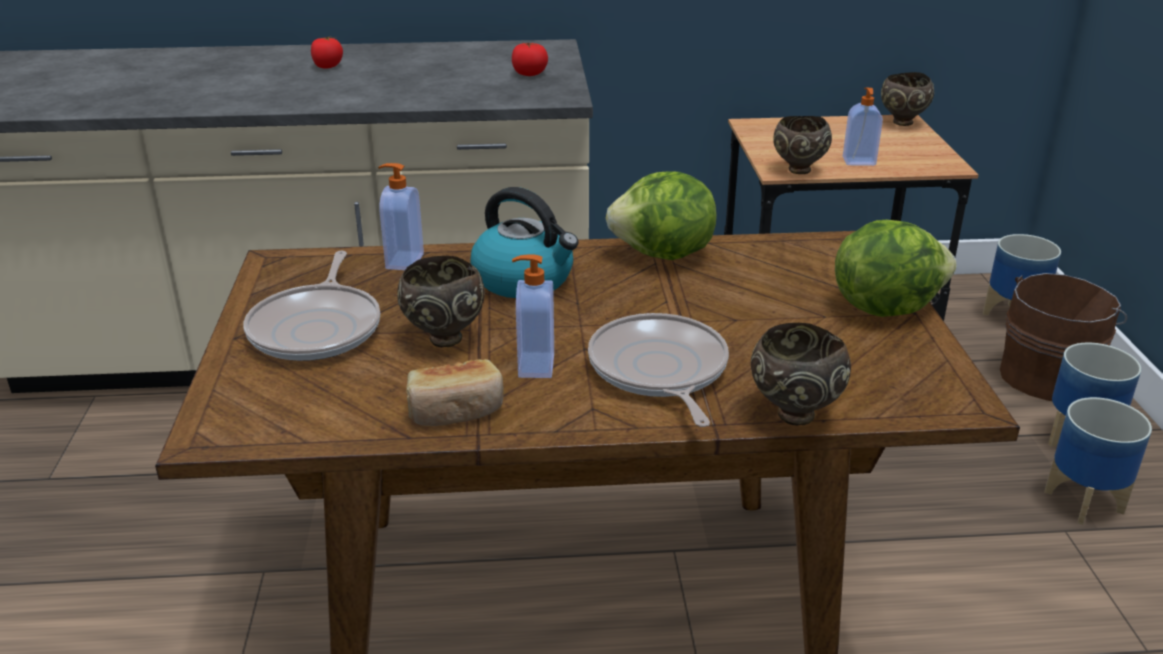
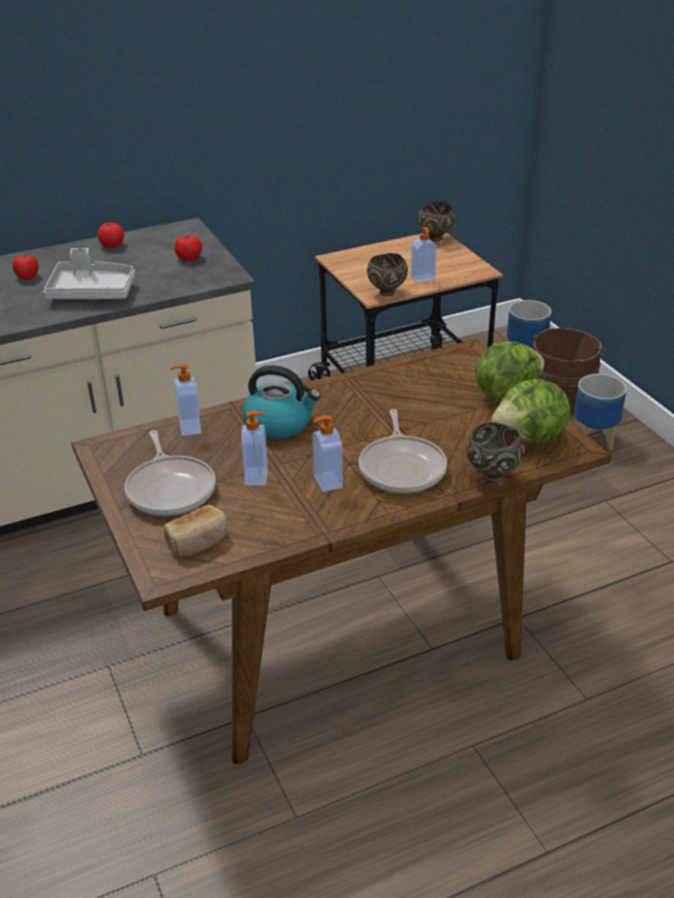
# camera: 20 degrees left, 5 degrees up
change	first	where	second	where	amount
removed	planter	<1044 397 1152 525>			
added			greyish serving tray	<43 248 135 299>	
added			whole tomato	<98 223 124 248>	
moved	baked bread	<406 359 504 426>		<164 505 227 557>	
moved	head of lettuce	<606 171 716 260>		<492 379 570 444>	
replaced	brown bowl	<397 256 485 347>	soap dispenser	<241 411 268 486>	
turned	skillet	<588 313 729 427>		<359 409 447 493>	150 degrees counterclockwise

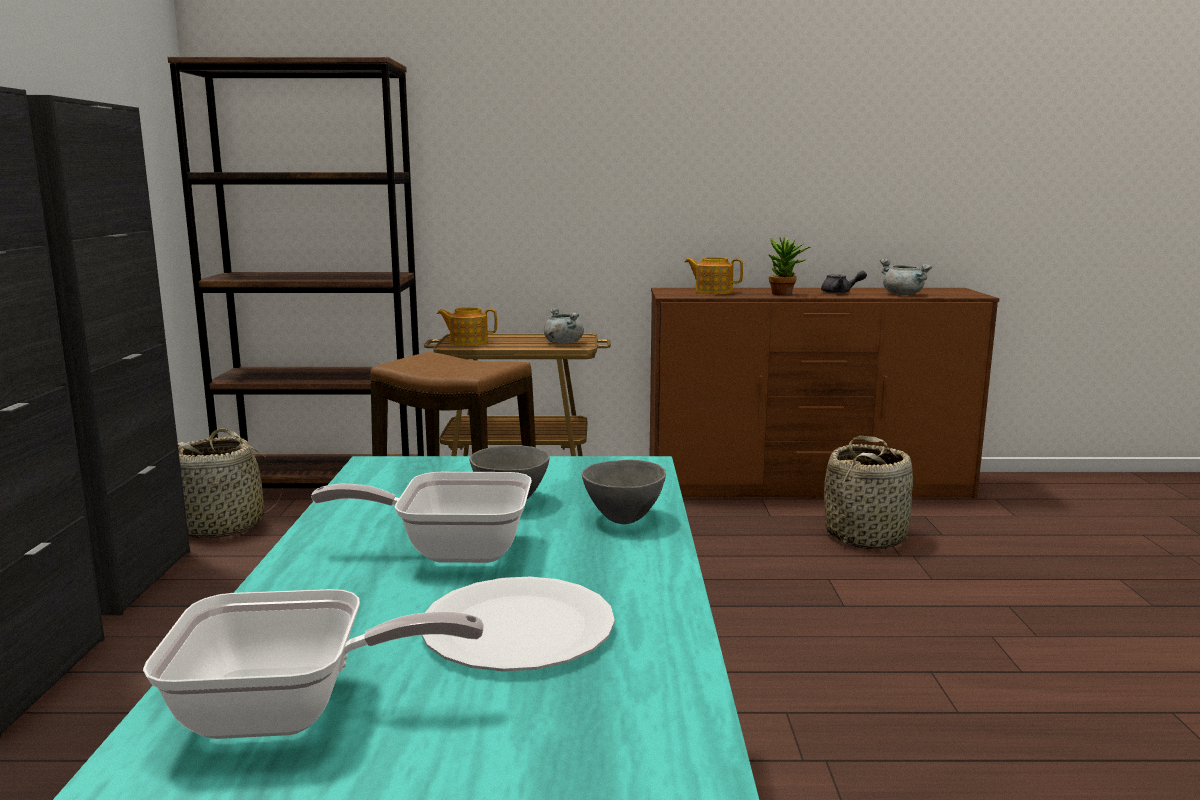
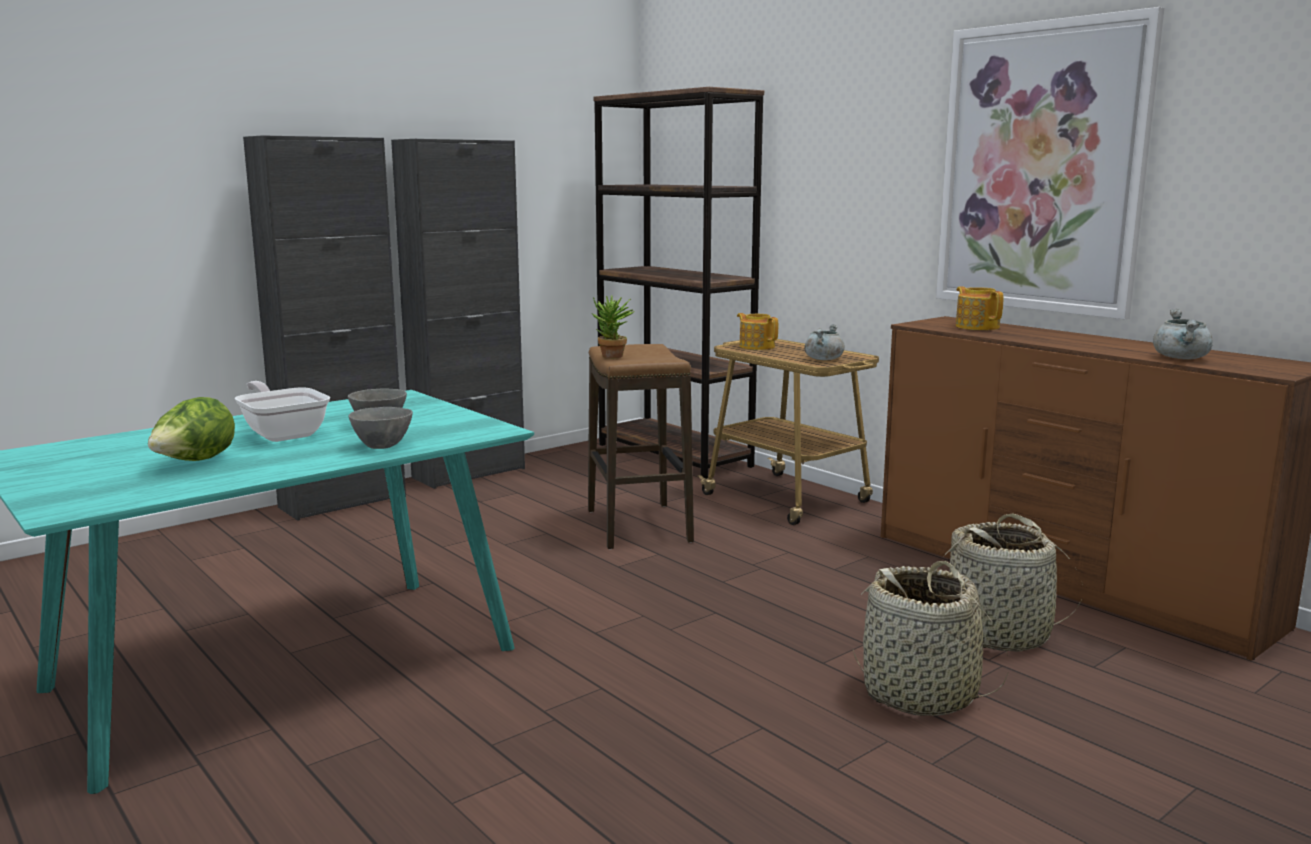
# camera: 50 degrees right, 0 degrees up
change	first	where	second	where	amount
removed	skillet	<143 589 484 739>			
removed	greyish tea pot	<821 270 867 294>			
added			wall picture	<936 7 1164 319>	
moved	storage basket	<178 428 282 538>		<853 561 1008 716>	
moved	potted plant	<768 237 810 295>		<592 295 635 358>	
replaced	white-coloured flat dish	<421 577 615 672>	head of lettuce	<148 397 235 461>	

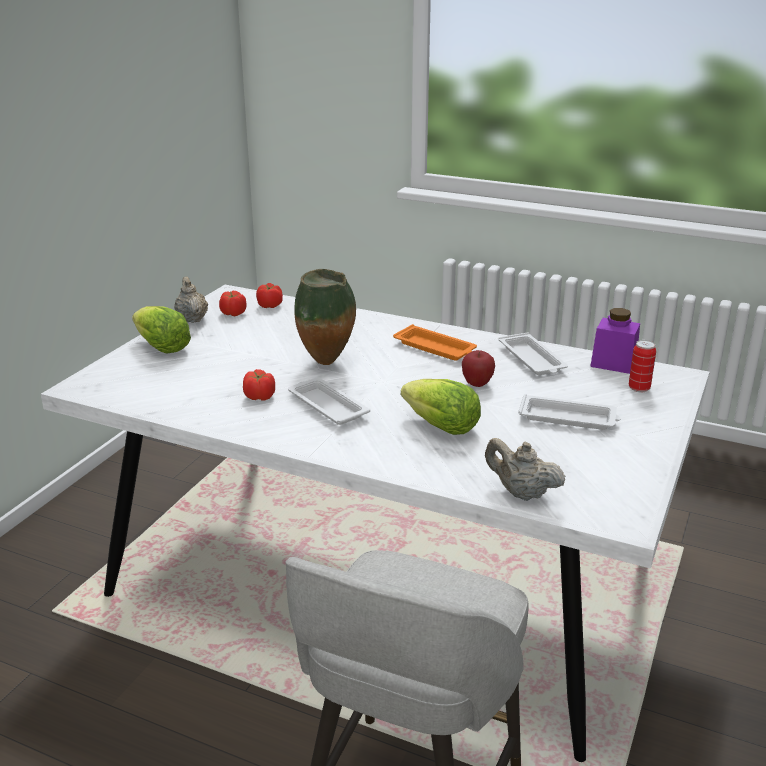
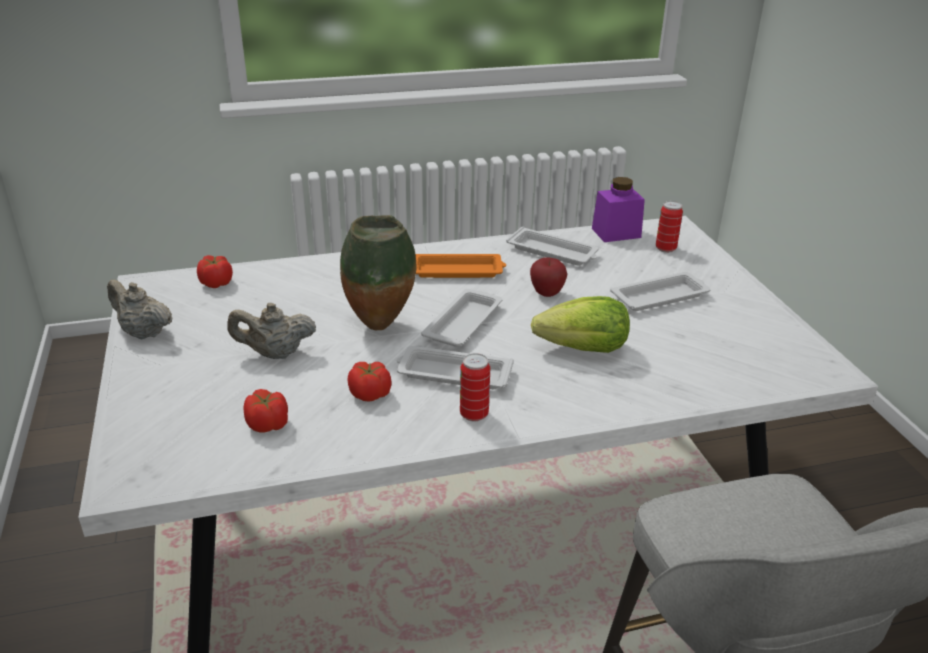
# camera: 40 degrees left, 5 degrees up
change	first	where	second	where	amount
removed	head of lettuce	<132 306 191 354>			
added			white-coloured serving tray	<421 289 502 347>	
added			sealed can	<460 353 490 422>	
moved	whole tomato	<219 291 246 316>		<243 389 288 432>	
moved	beige-coloured tea pot	<485 438 565 501>		<227 303 316 359>	

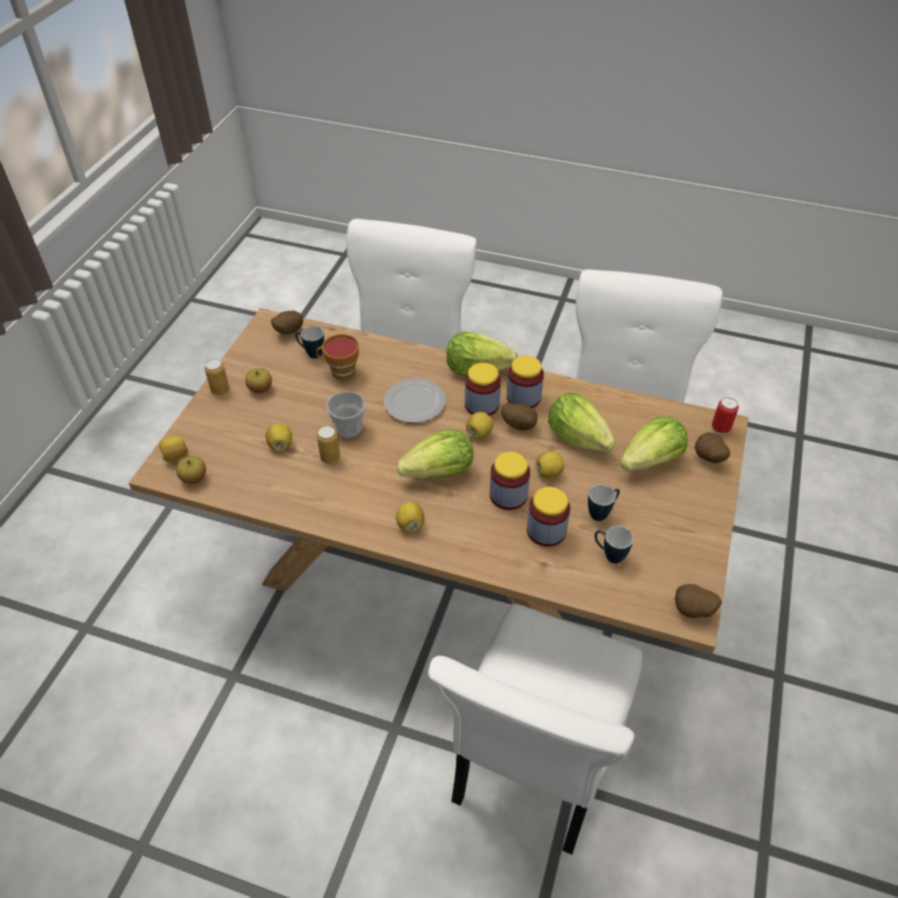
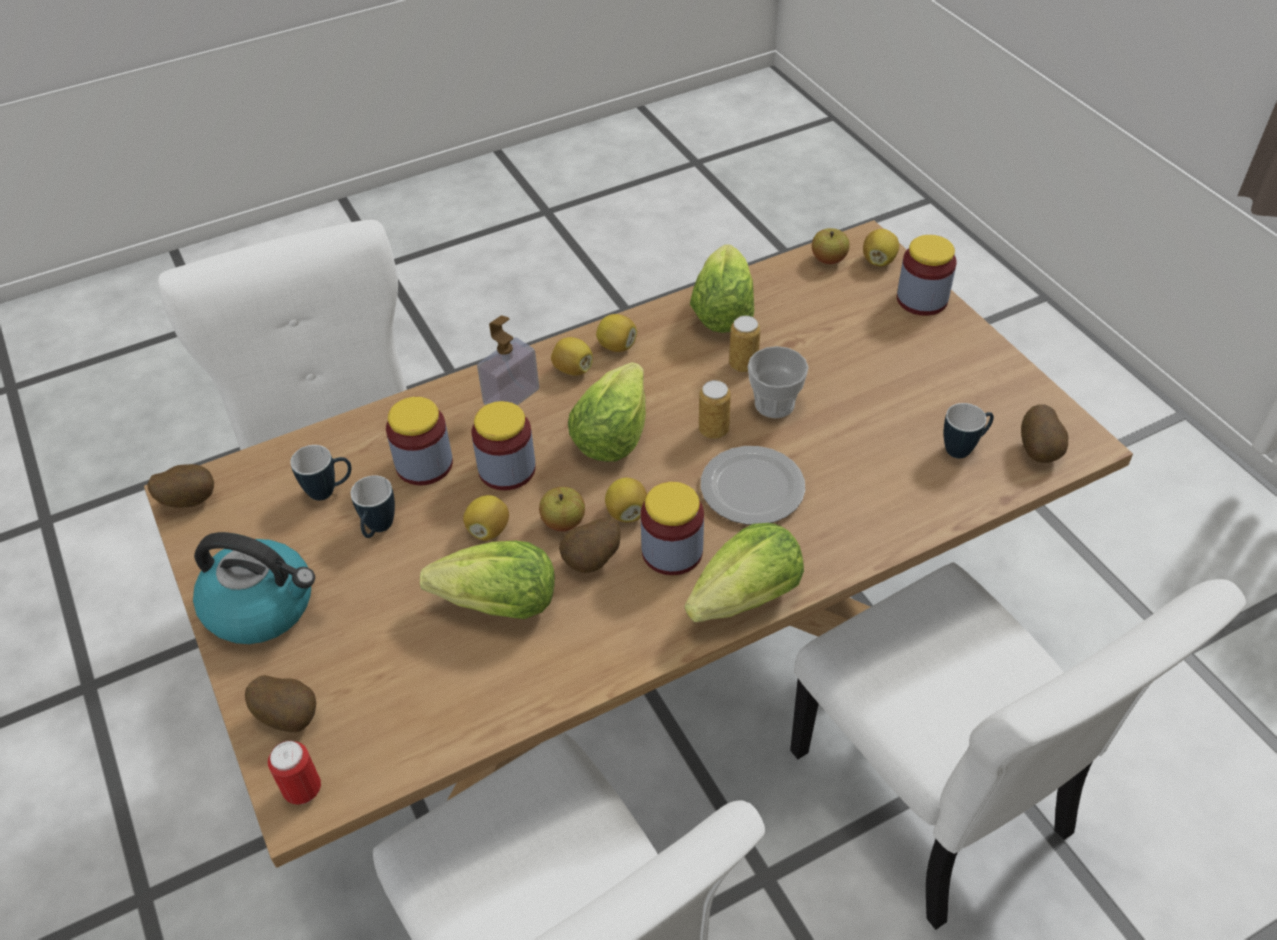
# camera: 135 degrees right, 0 degrees up
change	first	where	second	where	amount
removed	drinking cup	<316 334 359 380>			
added			kettle	<193 532 315 644>	
added			soap dispenser	<477 316 539 405>	
moved	sealed can	<205 359 229 395>		<699 380 731 439>	
moved	apple fruit	<245 368 272 393>		<539 487 585 531>	
moved	whole lemon	<266 423 292 451>		<596 314 637 352>	
moved	storage jar	<507 355 544 408>		<897 235 957 316>	
moved	head of lettuce	<620 417 688 471>		<690 244 754 333>	

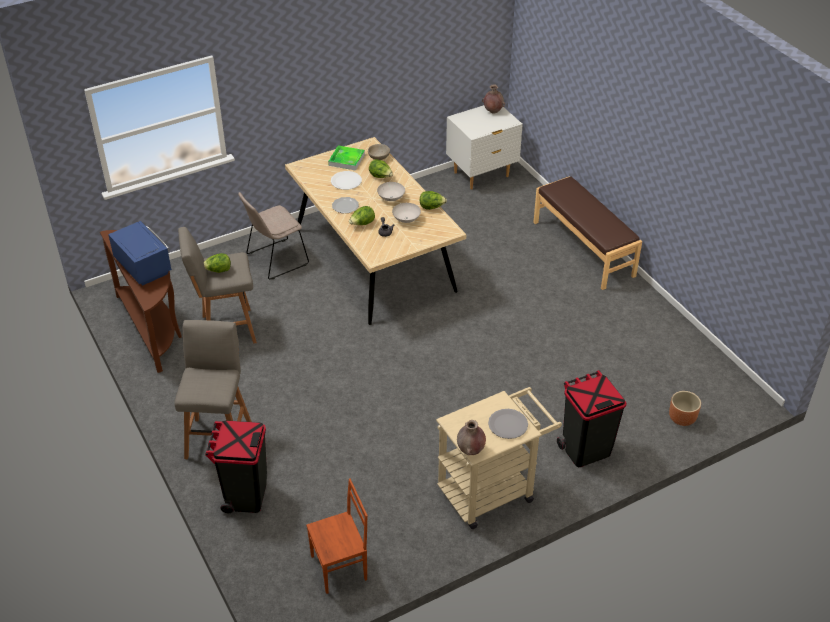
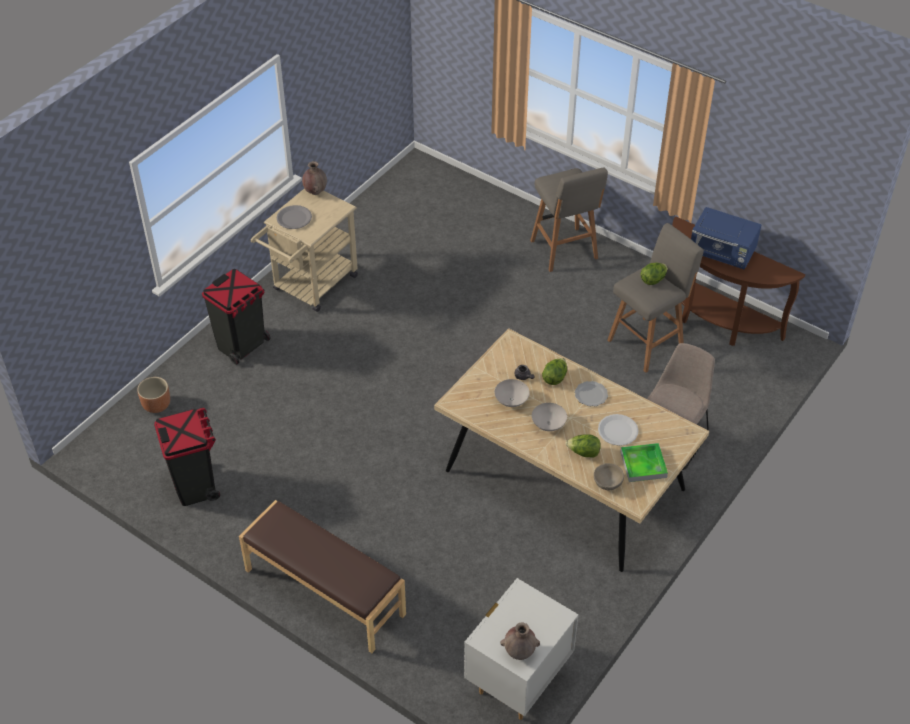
# camera: 155 degrees right, 5 degrees up
change	first	where	second	where	amount
removed	brown plain chair	<306 479 368 594>			
removed	head of lettuce	<420 191 447 210>			
moved	blackish waste bin	<205 420 267 513>		<154 408 220 506>	

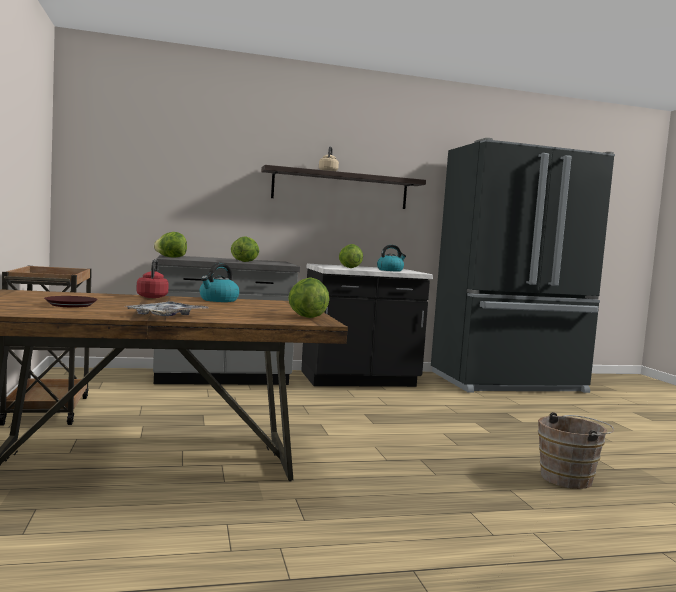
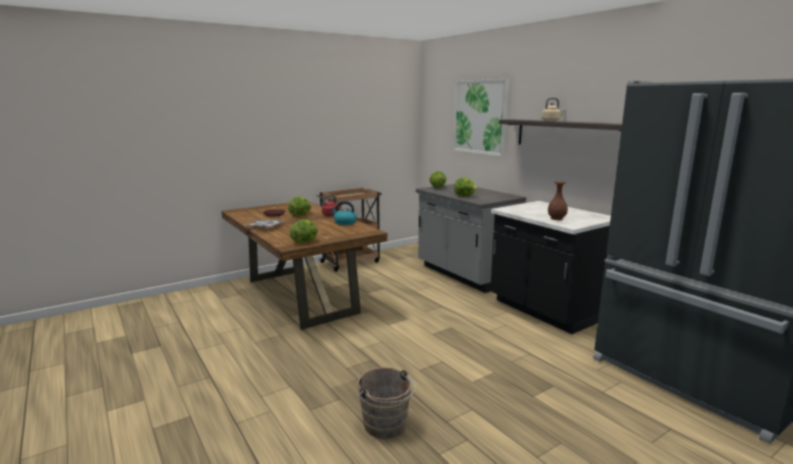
# camera: 70 degrees right, 10 degrees up
change	first	where	second	where	amount
added			wall picture	<453 79 509 157>	
moved	head of lettuce	<339 244 363 268>		<288 197 311 216>	
replaced	kettle	<377 245 406 272>	brown flower vase	<548 181 568 220>	

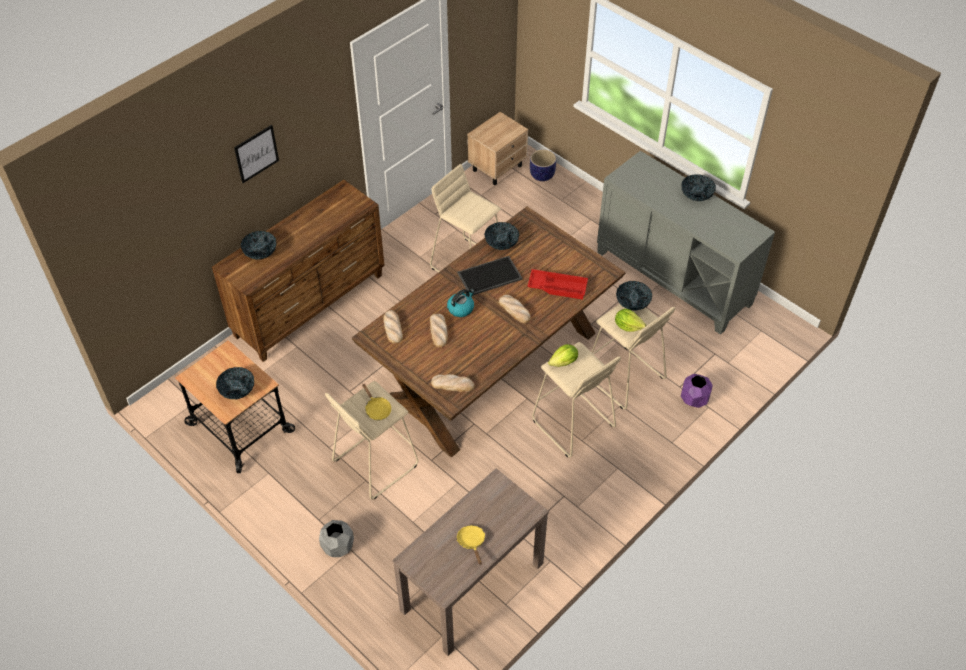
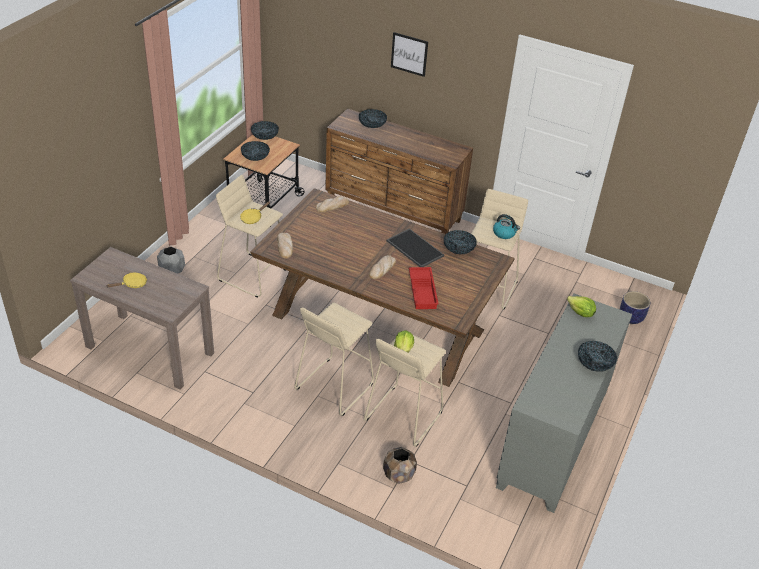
# camera: 70 degrees right, 10 degrees down
change	first	where	second	where	amount
removed	baked bread	<430 314 448 347>			
removed	beige-coloured nightstand	<467 112 528 185>			
moved	kettle	<447 289 474 317>		<493 214 520 239>	
moved	head of lettuce	<548 344 578 367>		<567 296 596 317>	
moved	bowl	<616 281 652 310>		<251 121 279 140>	
recoloured	purple-coloured planter	<681 374 713 408>	brown planter	<383 447 417 484>	

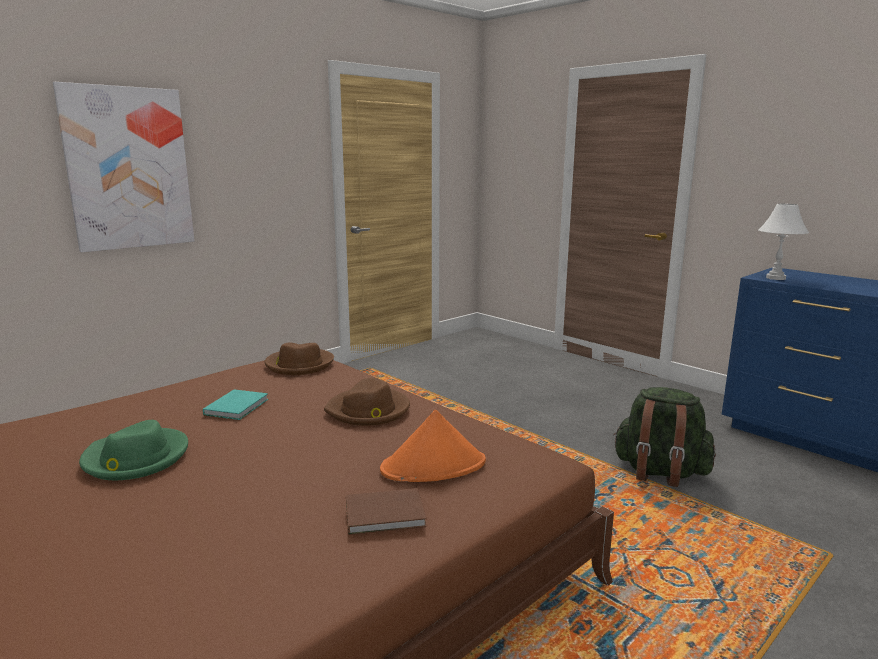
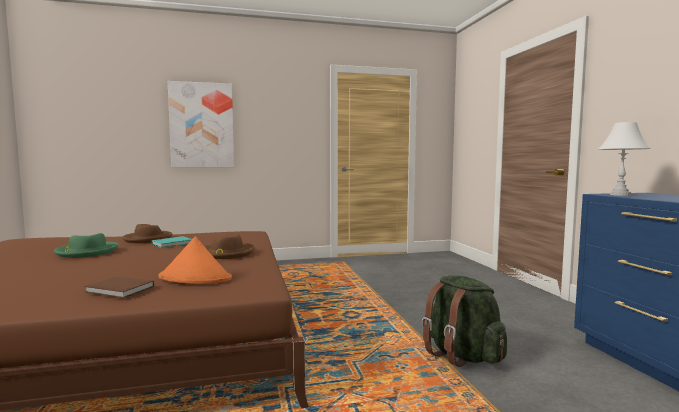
# camera: 30 degrees right, 10 degrees down
change	first	where	second	where	amount
moved	brown hat	<264 342 334 375>		<122 224 172 243>	

